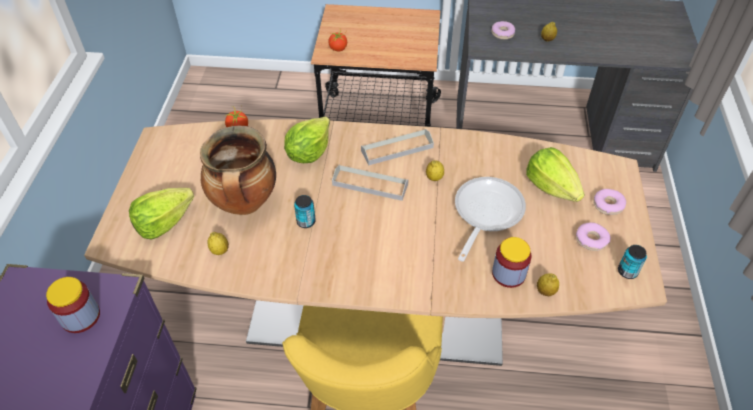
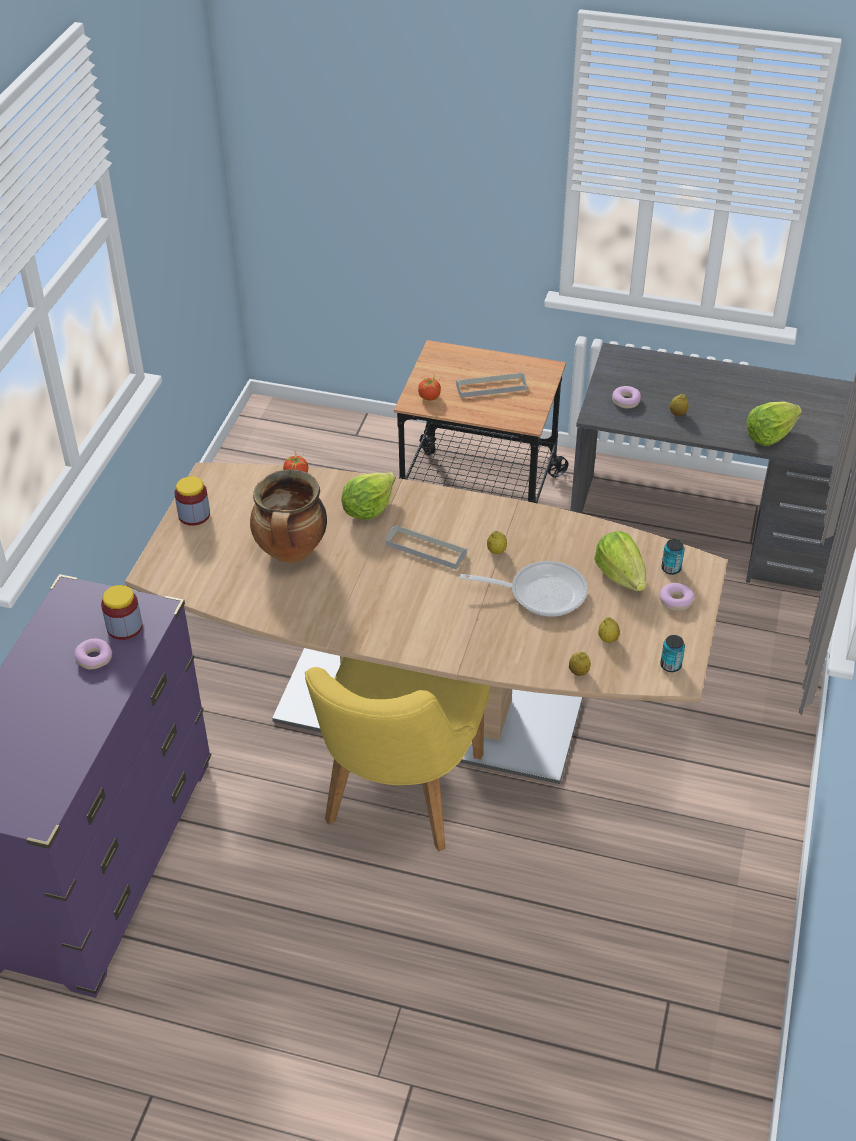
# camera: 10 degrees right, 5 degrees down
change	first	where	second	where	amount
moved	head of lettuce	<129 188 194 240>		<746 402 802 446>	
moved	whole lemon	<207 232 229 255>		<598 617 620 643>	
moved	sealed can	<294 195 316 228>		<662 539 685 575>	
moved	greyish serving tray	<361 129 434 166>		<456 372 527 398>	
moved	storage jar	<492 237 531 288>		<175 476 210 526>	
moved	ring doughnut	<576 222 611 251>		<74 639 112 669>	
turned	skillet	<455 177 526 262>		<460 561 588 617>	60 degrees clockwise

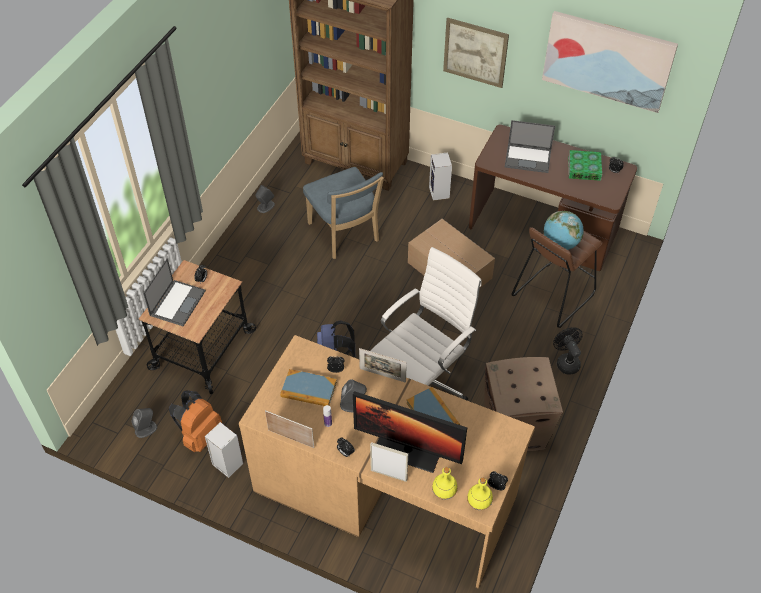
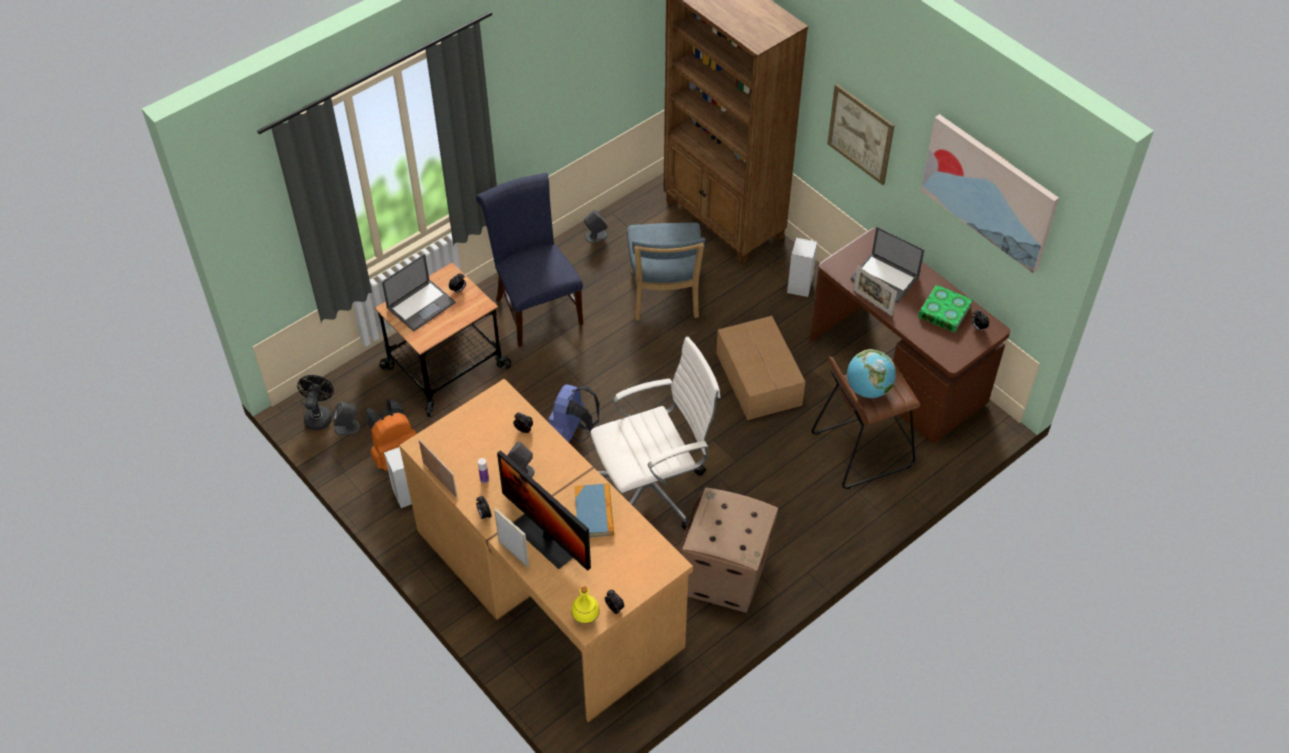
# camera: 25 degrees right, 0 degrees up
change	first	where	second	where	amount
removed	volume	<280 369 337 406>			
removed	yellow-coloured beverage bottle	<432 467 457 500>			
added			blue plain chair	<476 173 583 347>	
moved	picture frame	<359 348 407 383>		<853 265 897 316>	
moved	blackish cooling fan	<553 327 583 375>		<297 375 334 430>	

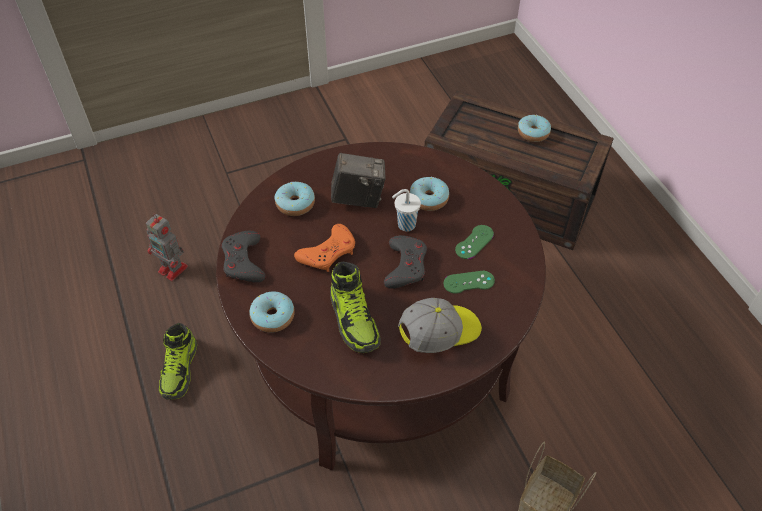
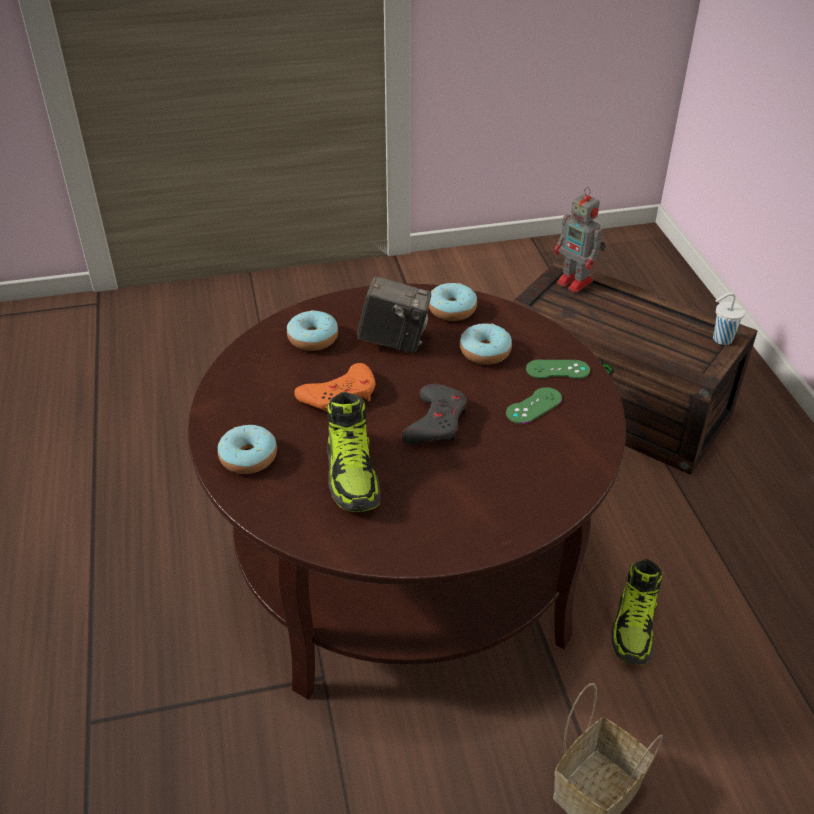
# camera: 10 degrees right, 10 degrees down
change	first	where	second	where	amount
removed	greyish gamepad	<221 231 265 283>			
removed	cap	<398 298 482 353>			
moved	model robot	<146 214 188 281>		<554 187 606 293>	
moved	item of footwear	<159 323 197 400>		<611 559 663 665>	
moved	white-coloured drinking cup	<392 189 421 231>		<713 292 745 345>	
moved	green-coloured gamepad	<443 271 495 294>		<526 360 590 379>	
moved	ring doughnut	<518 115 551 142>		<429 283 477 321>	

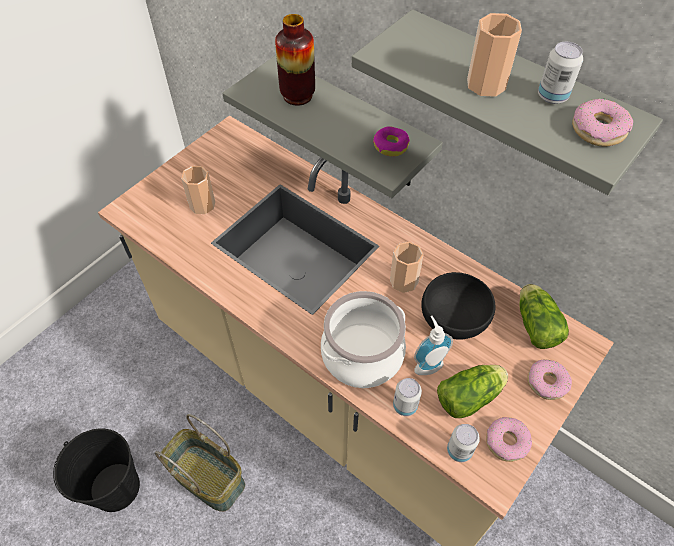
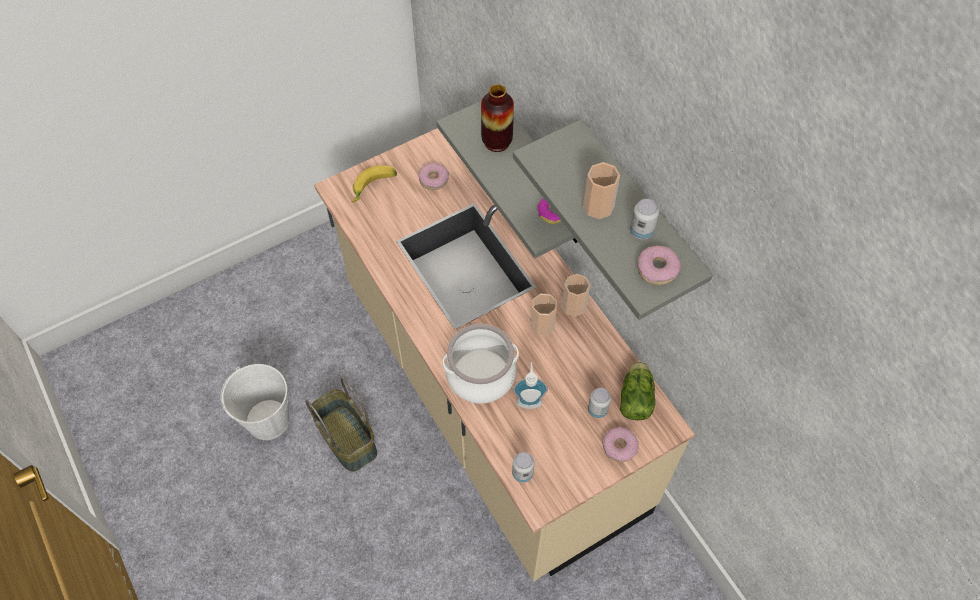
# camera: 20 degrees right, 5 degrees up
change	first	where	second	where	amount
removed	blackish bowl	<421 272 496 340>			
removed	head of lettuce	<437 365 508 418>			
added			banana	<352 165 397 202>	
moved	drinking cup	<181 166 215 214>		<562 274 590 317>	
moved	sealed can	<393 378 422 416>		<588 388 611 418>	
moved	ring doughnut	<486 417 532 462>		<418 163 449 190>	
recoloured	blackish bucket	<53 428 140 512>	white-coloured bucket	<221 364 290 440>	

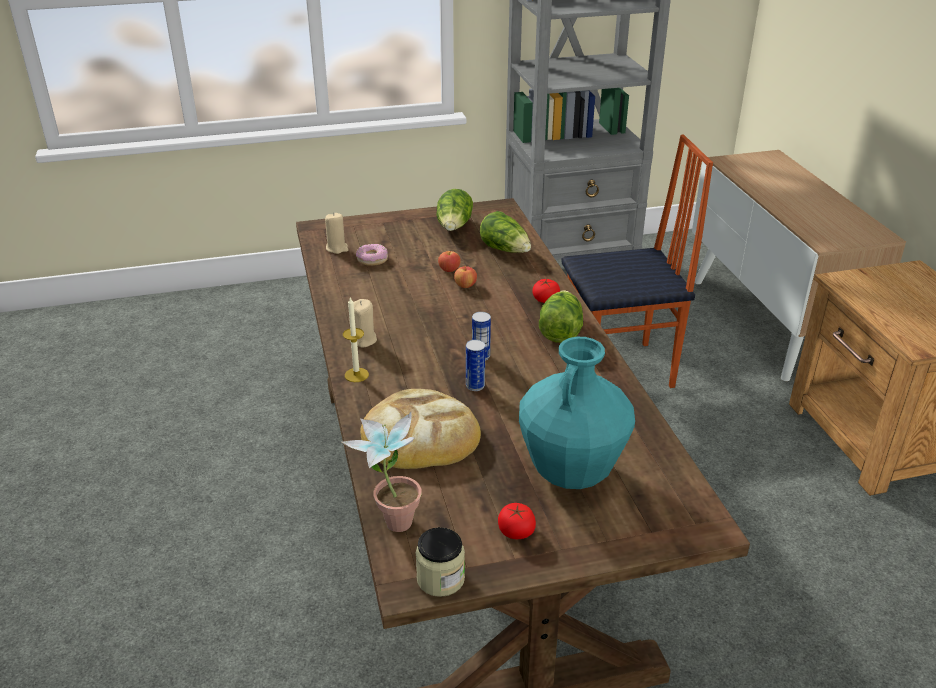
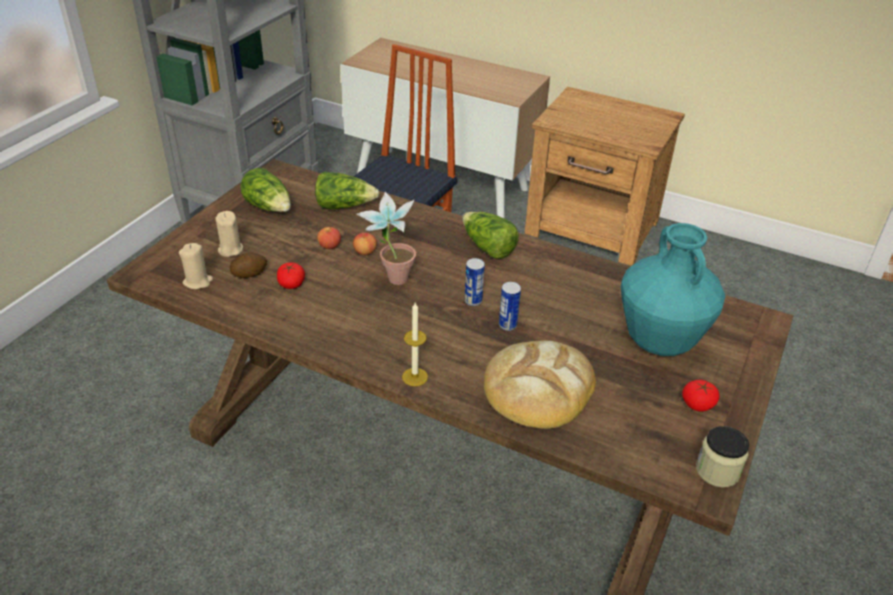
# camera: 50 degrees left, 5 degrees up
change	first	where	second	where	amount
moved	potted plant	<340 412 422 532>		<356 192 416 285>	
moved	beige-coloured wax candle	<350 299 377 348>		<216 211 243 257>	
moved	whole tomato	<532 279 560 303>		<277 262 305 289>	
replaced	ring doughnut	<356 244 388 266>	potato	<230 253 267 278>	

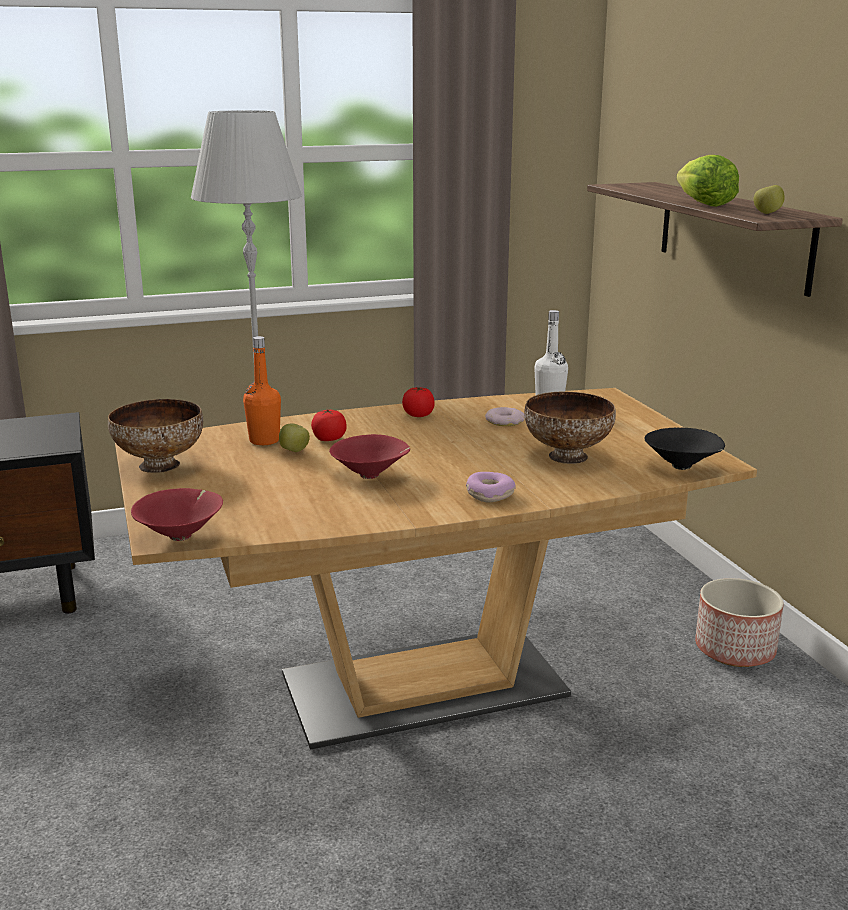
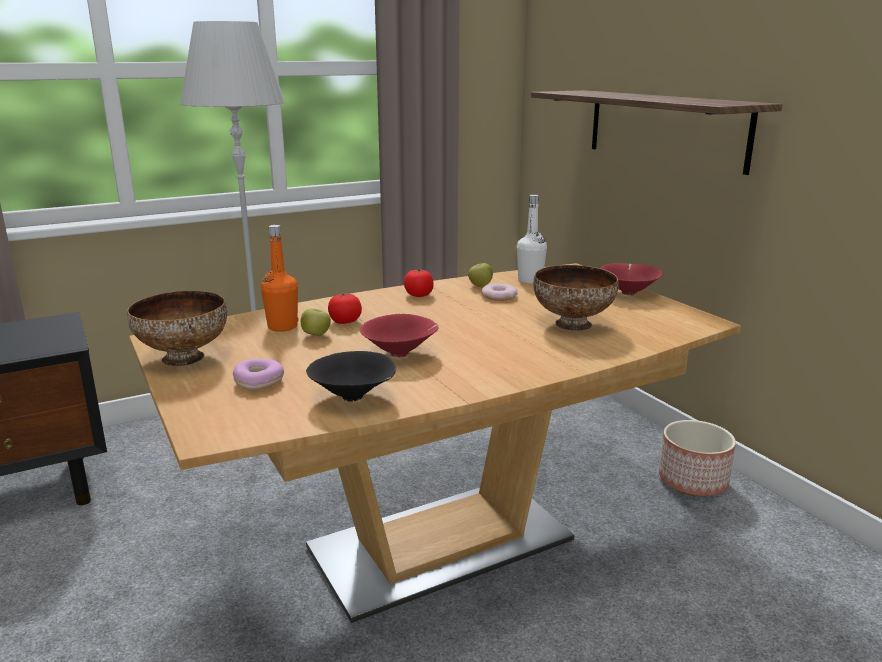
# camera: 10 degrees left, 0 degrees up
change	first	where	second	where	amount
removed	head of lettuce	<676 155 739 207>			
moved	reddish bowl	<131 488 223 541>		<600 263 663 295>	
moved	ring doughnut	<466 472 516 502>		<233 359 284 391>	
moved	blackish bowl	<644 428 725 470>		<306 351 396 402>	
moved	apple fruit	<753 185 785 214>		<468 263 493 287>	

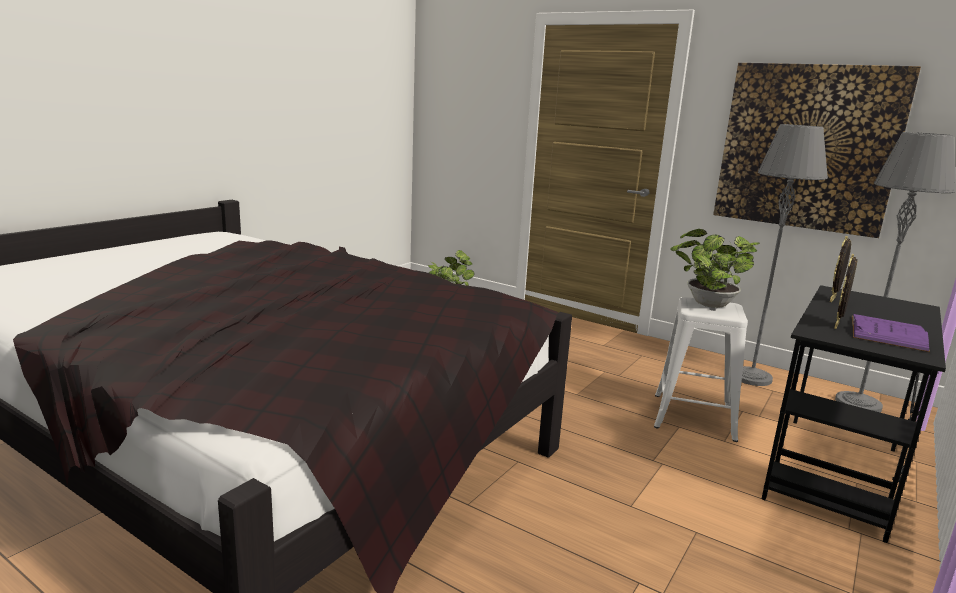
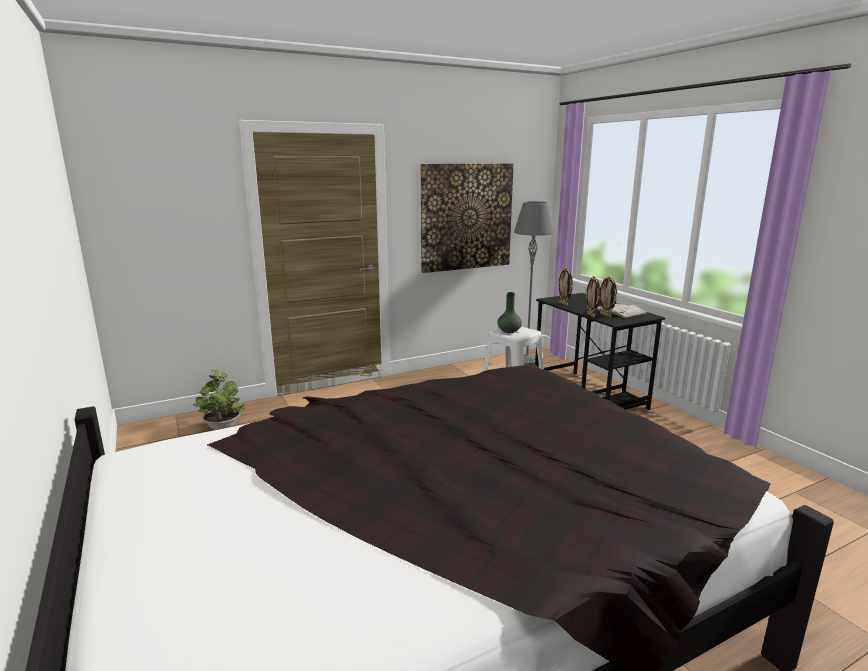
# camera: 60 degrees left, 0 degrees up
change	first	where	second	where	amount
removed	greyish floor lamp	<742 124 828 386>			
added			picture frame	<585 276 600 317>	
replaced	potted plant	<670 229 760 308>	green-coloured flower vase	<497 292 522 333>	
recoloured	purple-coloured volume	<852 314 930 352>	white-coloured volume	<596 304 647 318>	

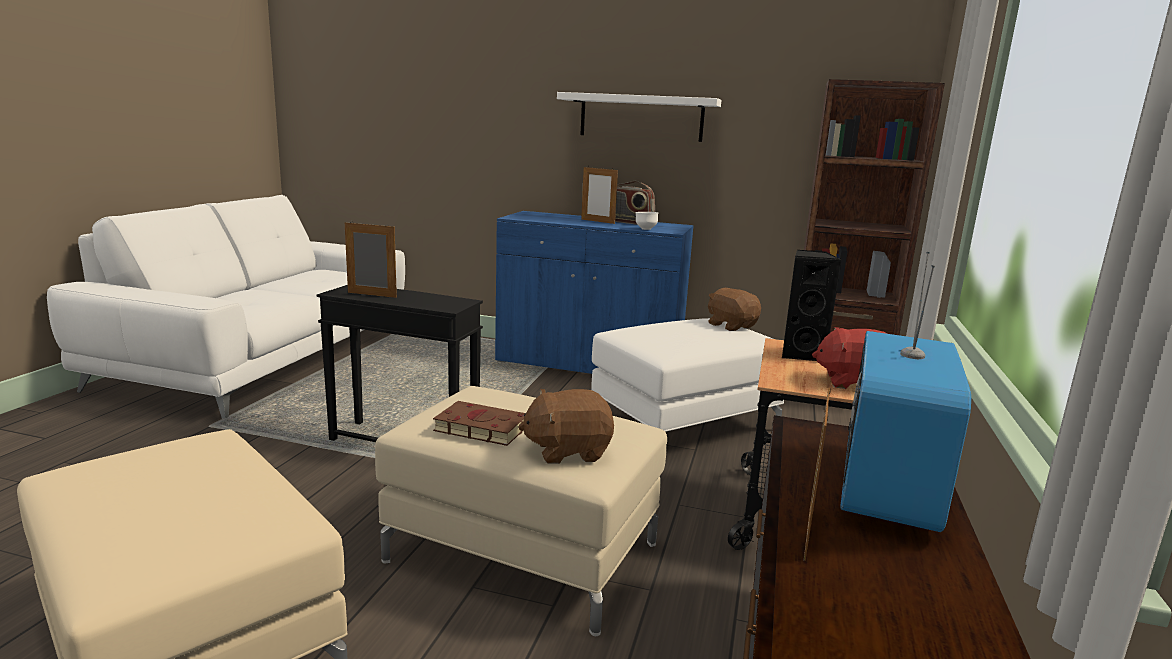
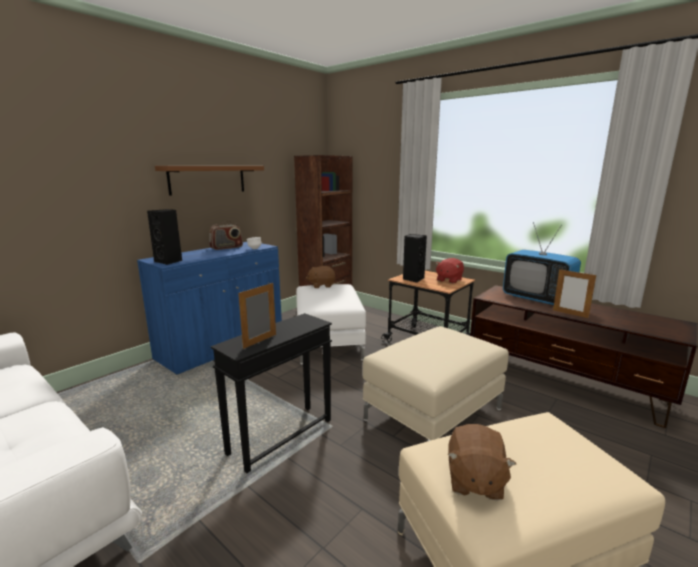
# camera: 65 degrees left, 0 degrees up
change	first	where	second	where	amount
removed	brown volume	<433 401 525 446>			
removed	picture frame	<581 167 618 224>			
added			blackish audio speaker	<147 209 182 265>	
moved	brown plush toy	<518 389 614 464>		<448 424 516 501>	
recoloured	white-coloured shelf	<557 92 721 142>	brown shelf	<155 166 264 196>	

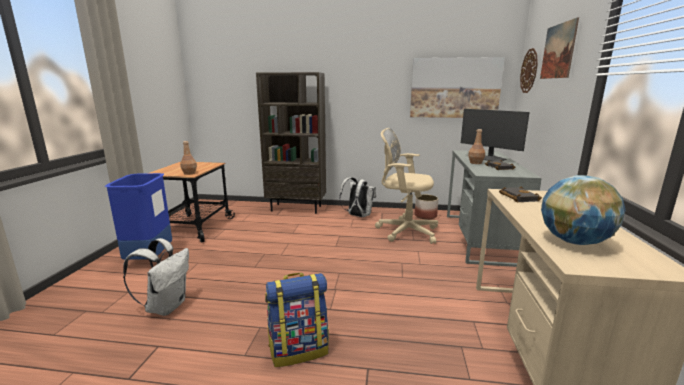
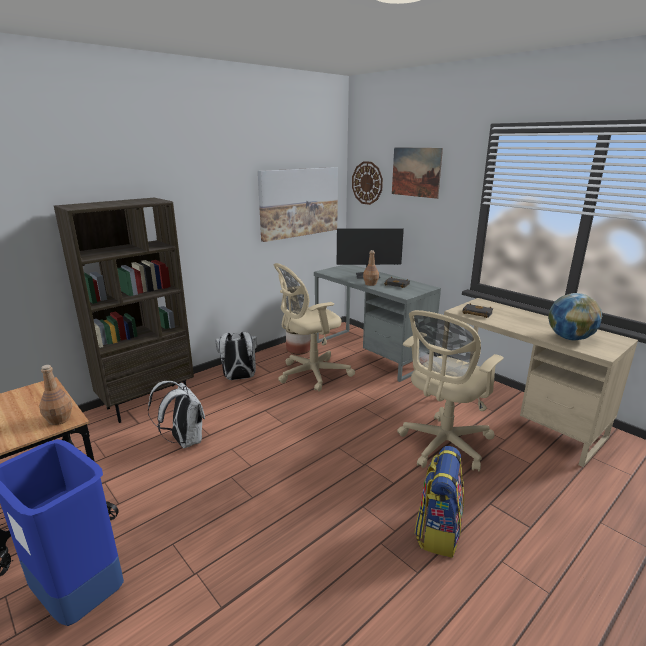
# camera: 50 degrees left, 5 degrees up
change	first	where	second	where	amount
added			beige-coloured office chair	<397 310 504 471>	
moved	white-coloured rucksack	<123 238 189 316>		<148 381 205 448>	

